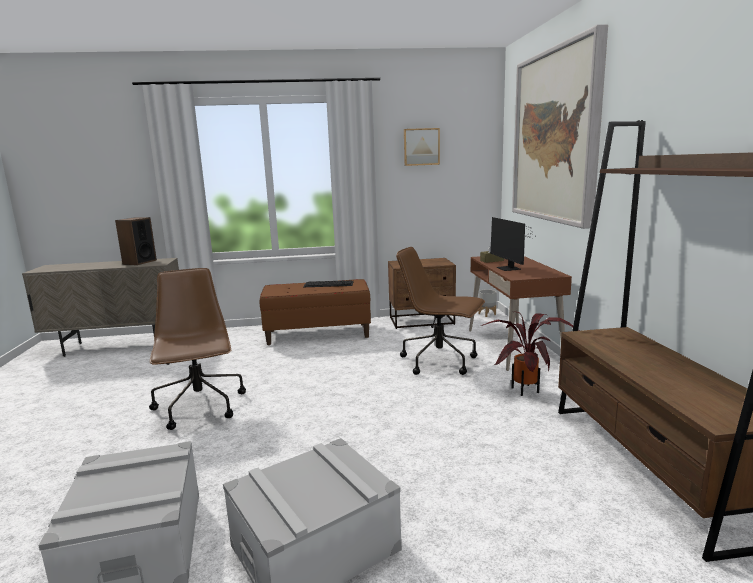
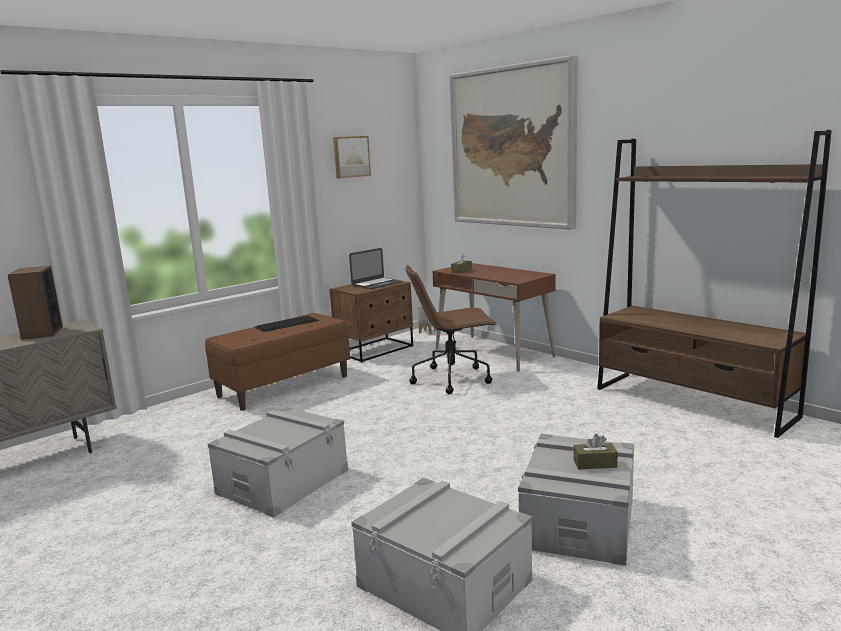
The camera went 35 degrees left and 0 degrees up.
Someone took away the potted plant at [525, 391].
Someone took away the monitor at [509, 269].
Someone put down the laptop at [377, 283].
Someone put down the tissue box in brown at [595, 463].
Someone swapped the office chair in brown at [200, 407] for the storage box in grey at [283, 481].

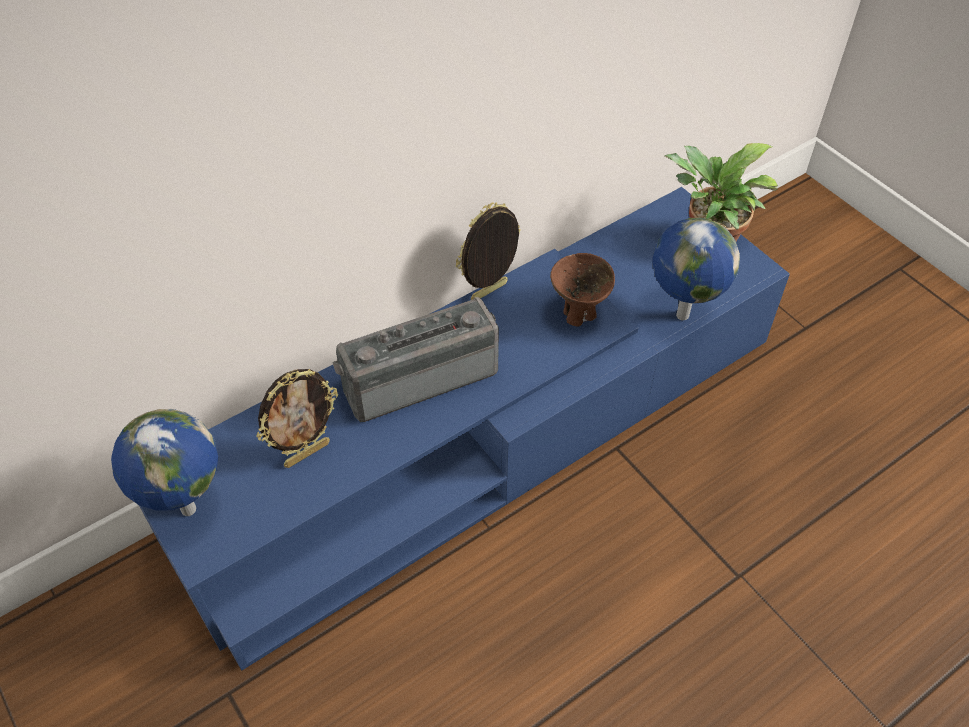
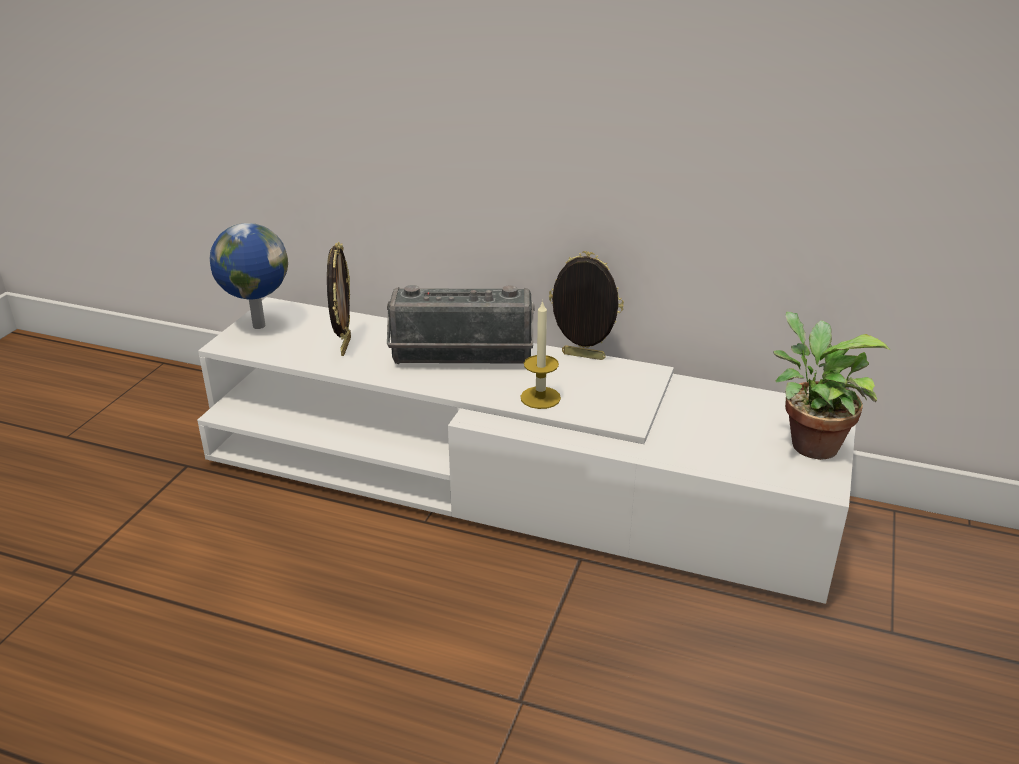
The camera went 55 degrees right and 20 degrees down.
Someone took away the bowl in brown at [579, 315].
Someone took away the globe at [680, 315].
Someone put down the candle at [540, 397].
Someone repainted the tv stand in blue at [484, 437], which became the tv stand in white at [509, 481].
Someone rotated the picture frame at [306, 453] by 105 degrees counterclockwise.
Someone rotated the radio at [418, 376] by 150 degrees clockwise.

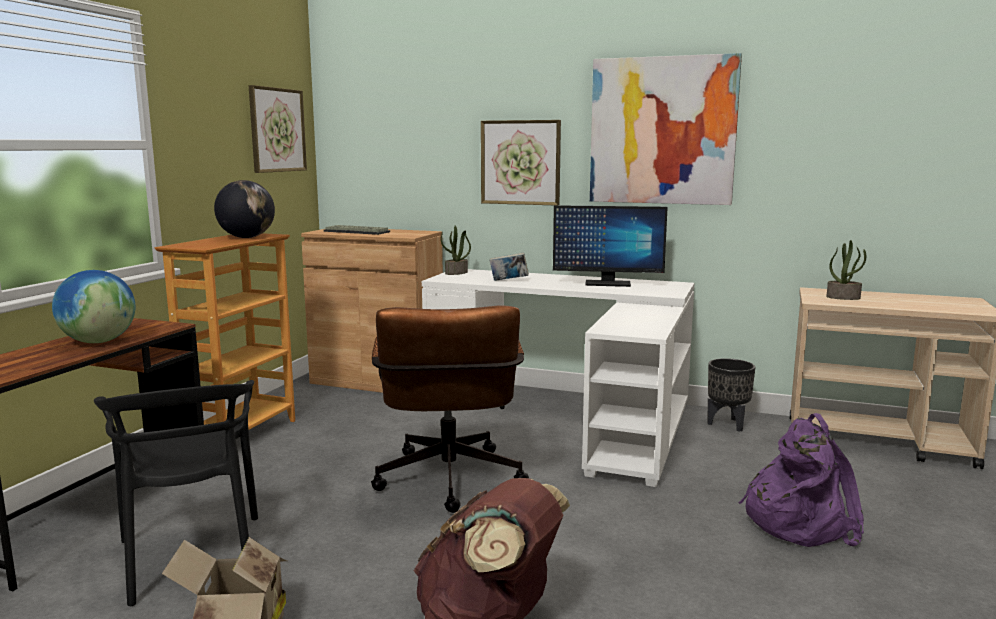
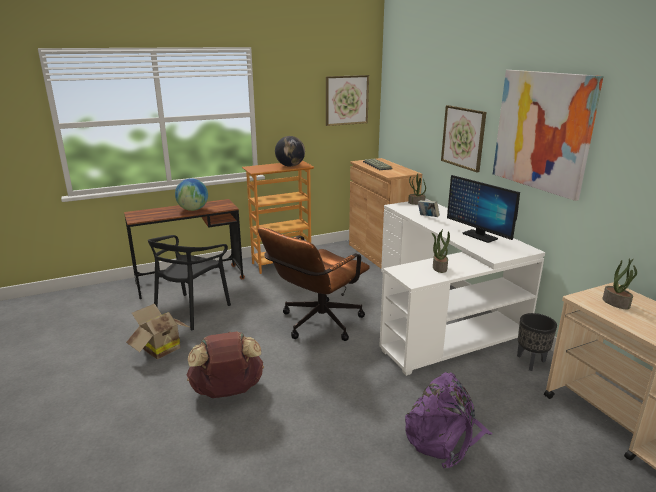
The camera went 45 degrees right and 10 degrees up.
Someone put down the potted plant at [439, 268].

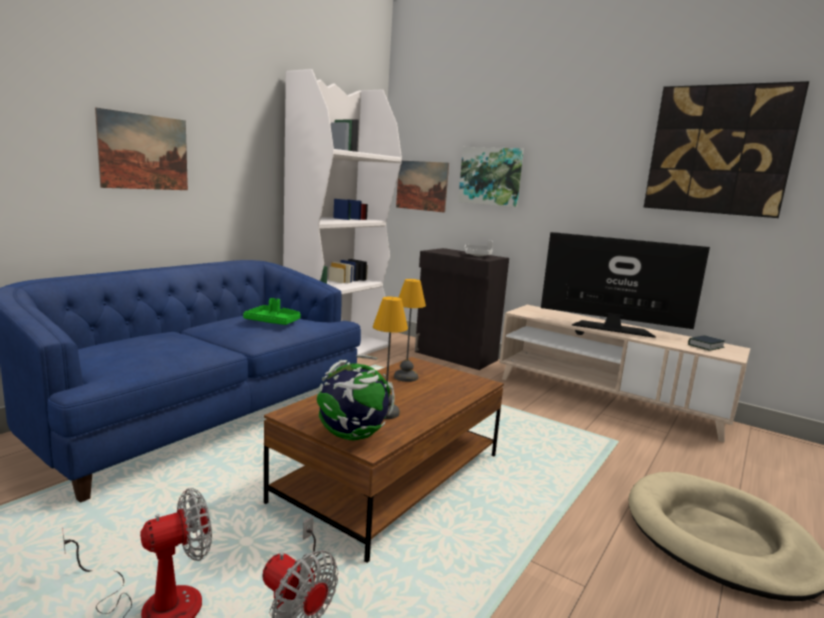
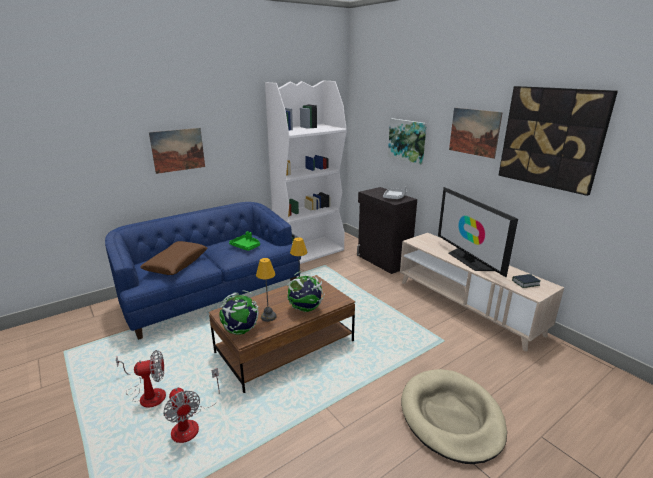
The camera went 20 degrees right and 10 degrees up.
Someone put down the pillow in brown at [176, 264].
Someone put down the globe at [305, 309].
Someone carried the picture from [422, 186] to [474, 132].
Someone rotated the television at [612, 328] by 150 degrees counterclockwise.

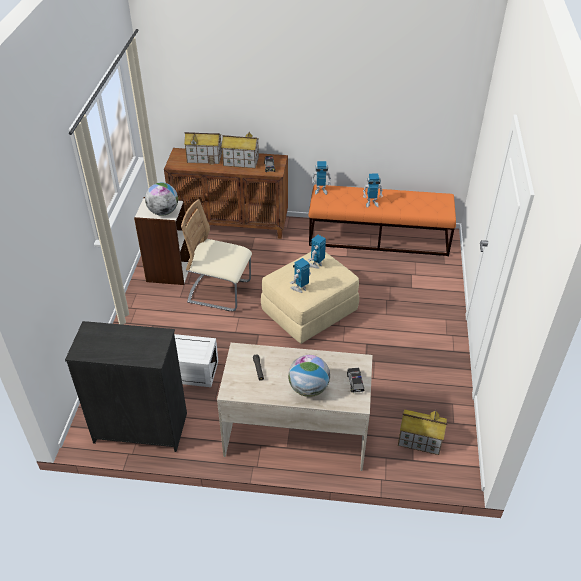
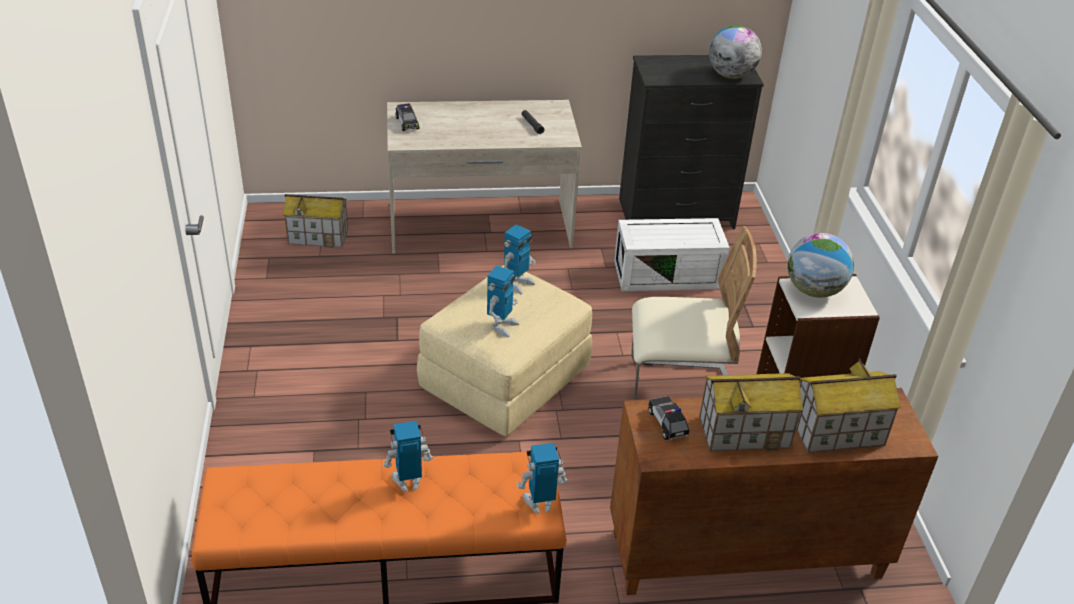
The camera went 165 degrees right and 5 degrees down.
Someone carried the globe from [308, 388] to [731, 75].

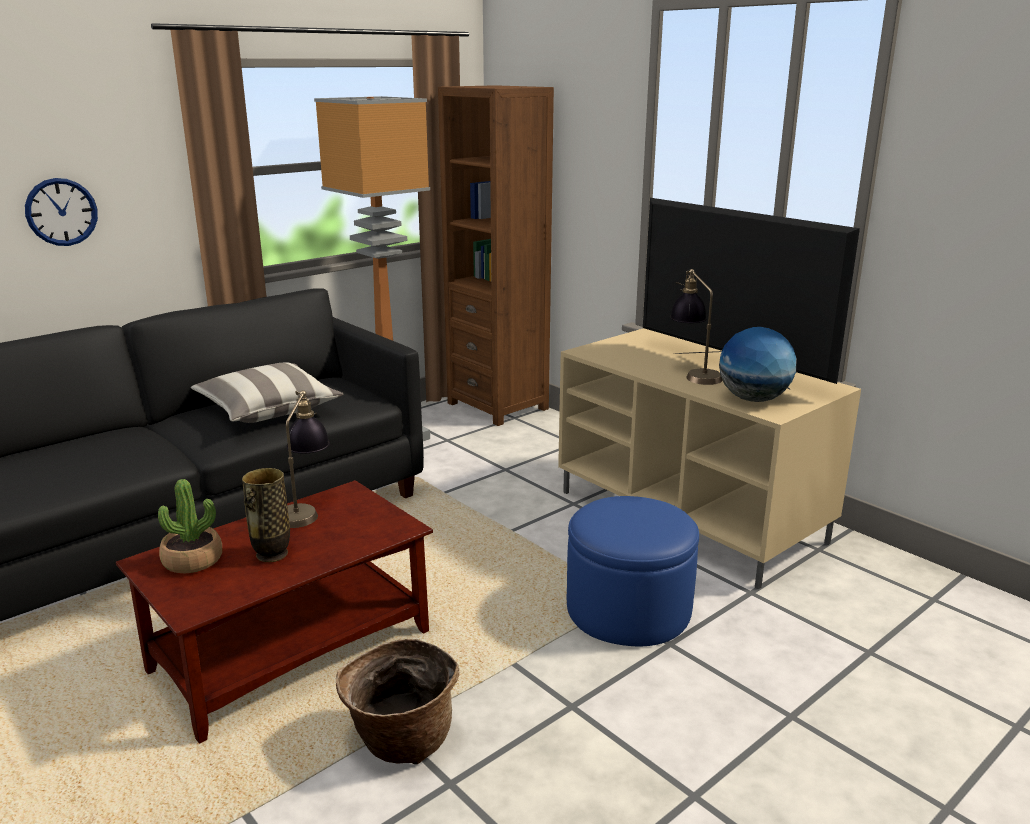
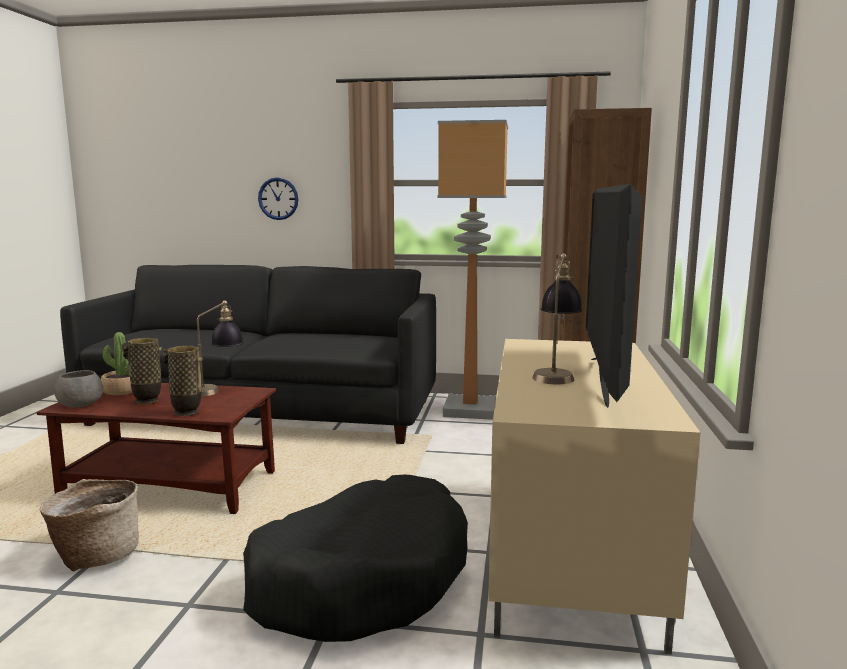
The camera went 50 degrees right and 10 degrees down.
Someone took away the pillow at [268, 410].
Someone took away the globe at [753, 399].
Someone put down the bowl in grey at [79, 404].
Someone put down the vase at [186, 412].
Someone swapped the ottoman in blue at [628, 609] for the dog bed in black at [361, 579].

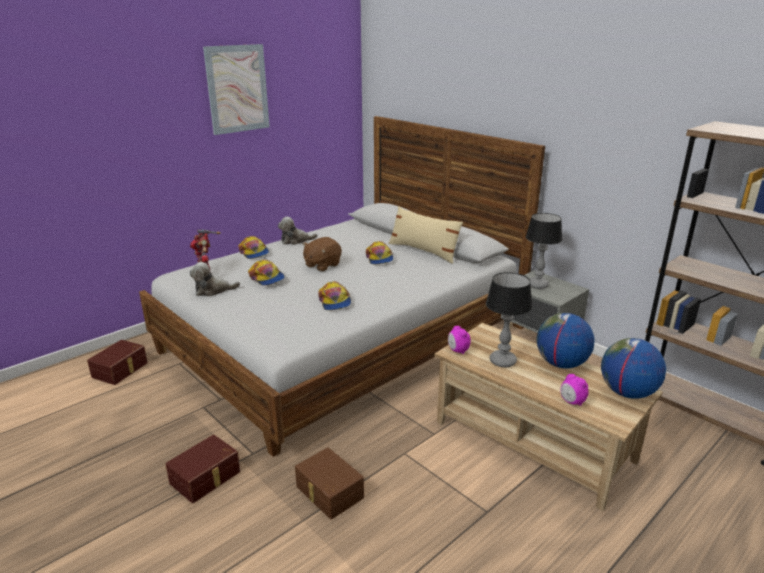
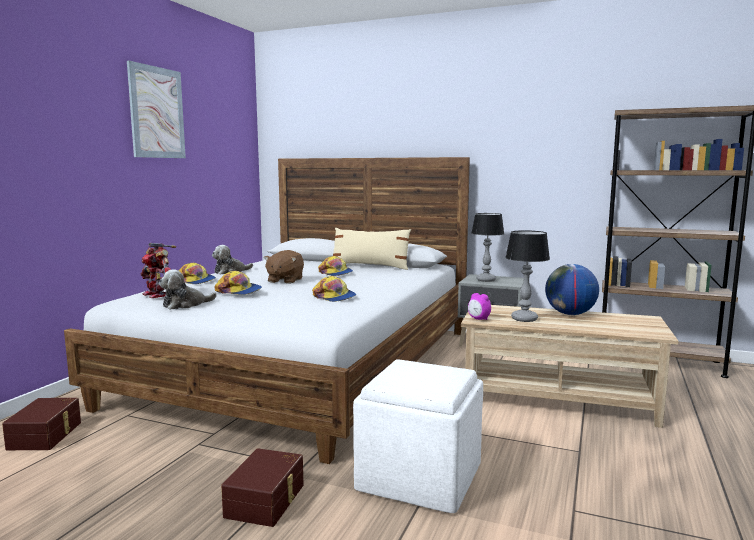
The camera went 25 degrees left and 15 degrees down.
Someone took away the alarm clock at [572, 402].
Someone took away the globe at [627, 393].
Someone swapped the storage box in brown at [328, 493] for the ottoman in white at [421, 476].

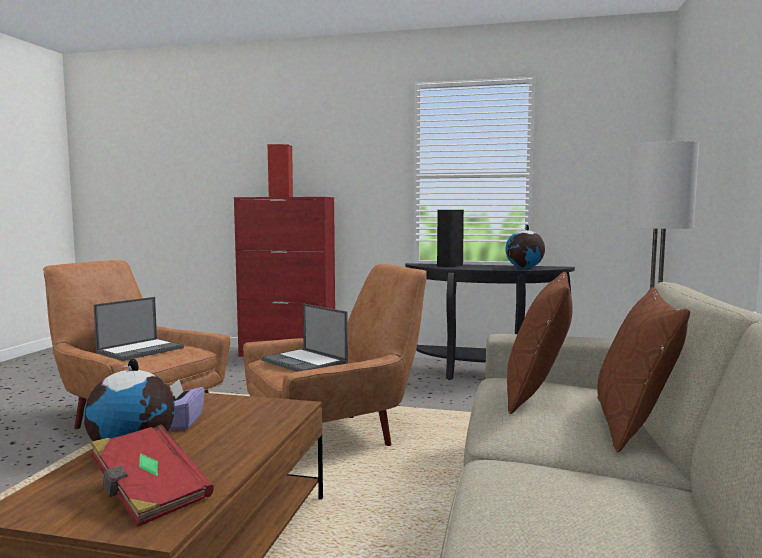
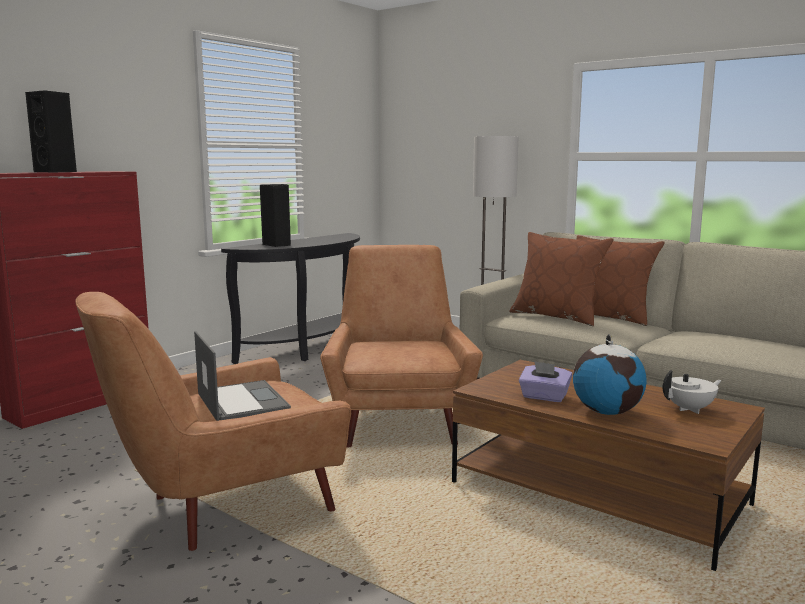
The camera went 65 degrees left and 5 degrees up.
Someone took away the laptop at [305, 362].
Someone took away the globe at [524, 268].
Someone swapped the book in red at [149, 495] for the teapot in white at [690, 409].
Someone repainted the speaker in red at [281, 196], which became the speaker in black at [56, 172].

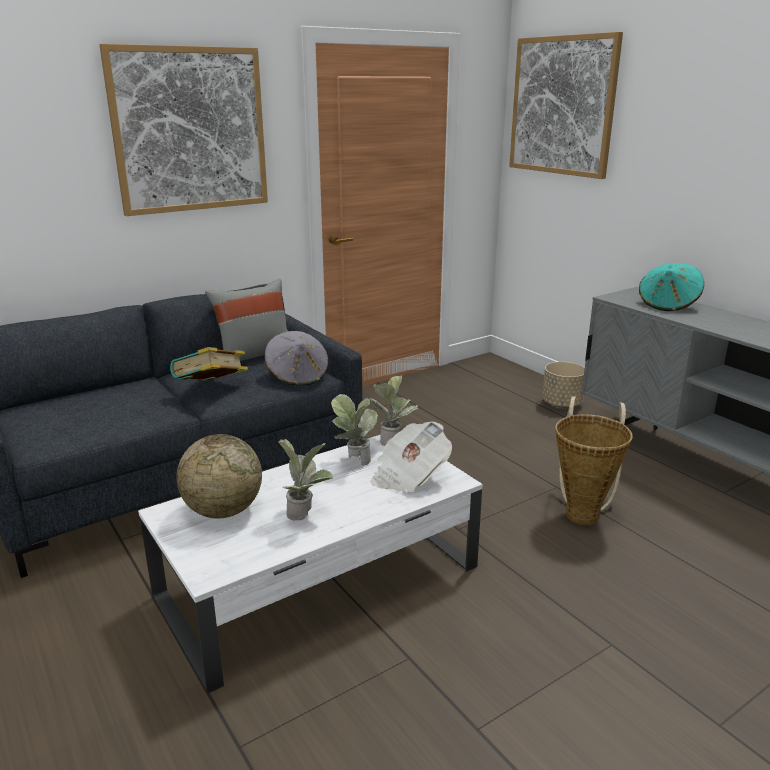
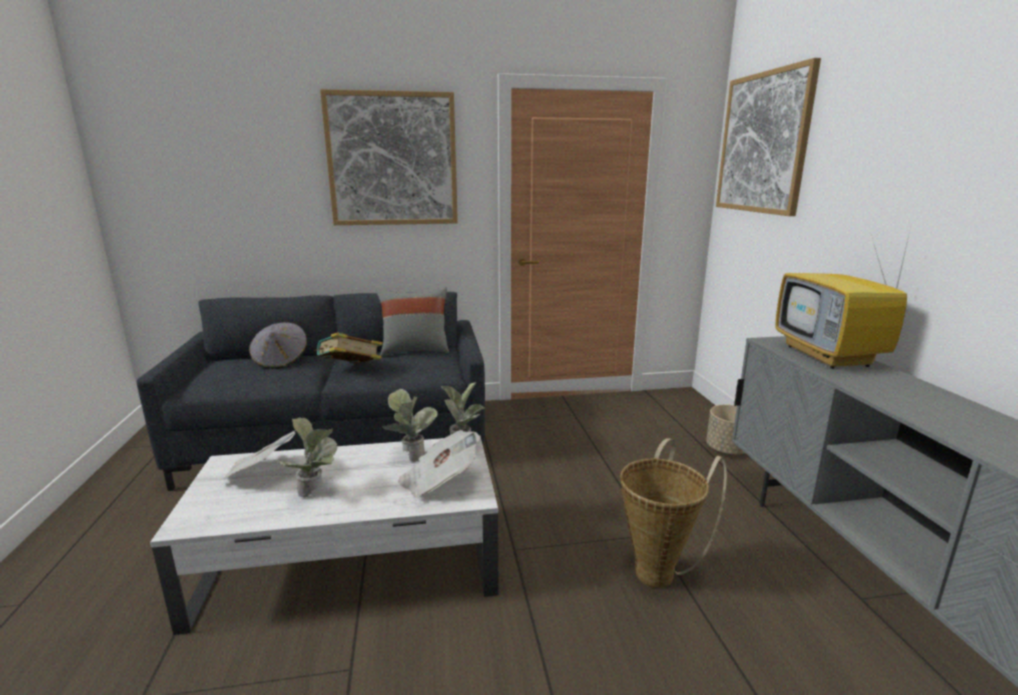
The camera went 25 degrees right and 5 degrees down.
Someone carried the hat in grey from [297, 376] to [281, 361].
Someone swapped the globe at [223, 511] for the newspaper at [261, 472].
Someone swapped the hat in turquoise at [668, 305] for the television at [830, 356].

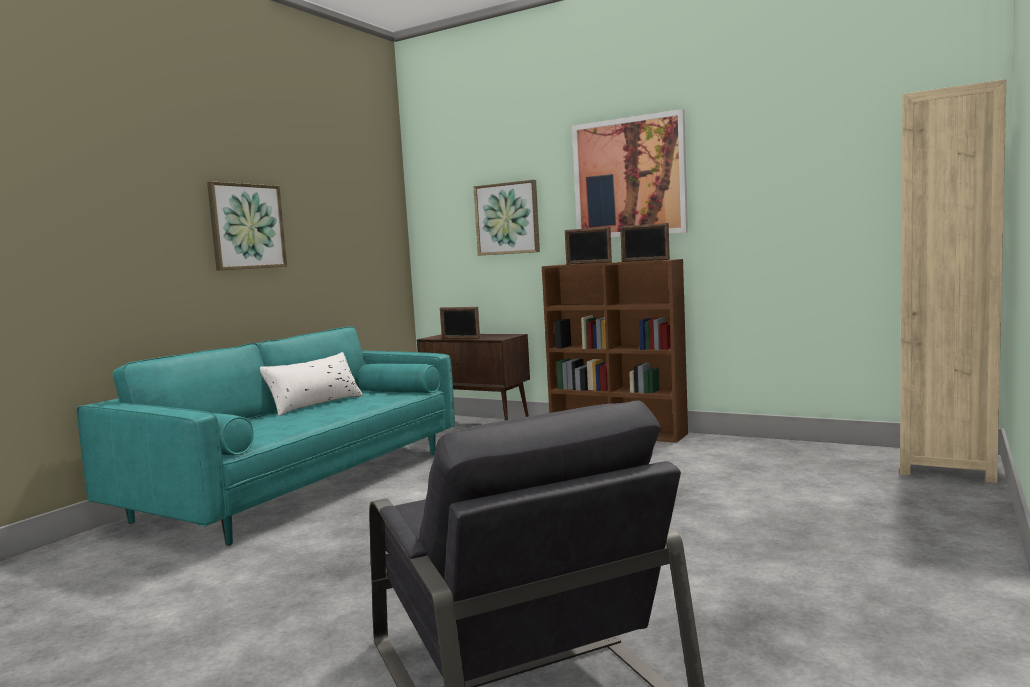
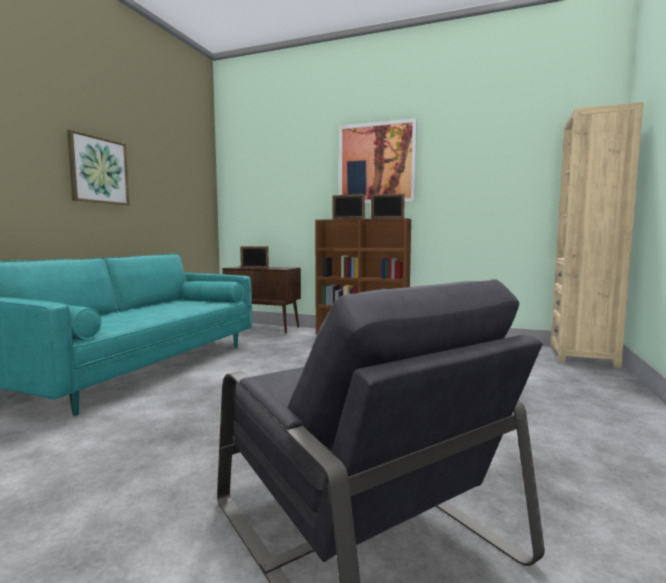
The camera went 10 degrees left and 0 degrees up.
Someone took away the pillow in white at [315, 404].
Someone took away the picture at [507, 218].

